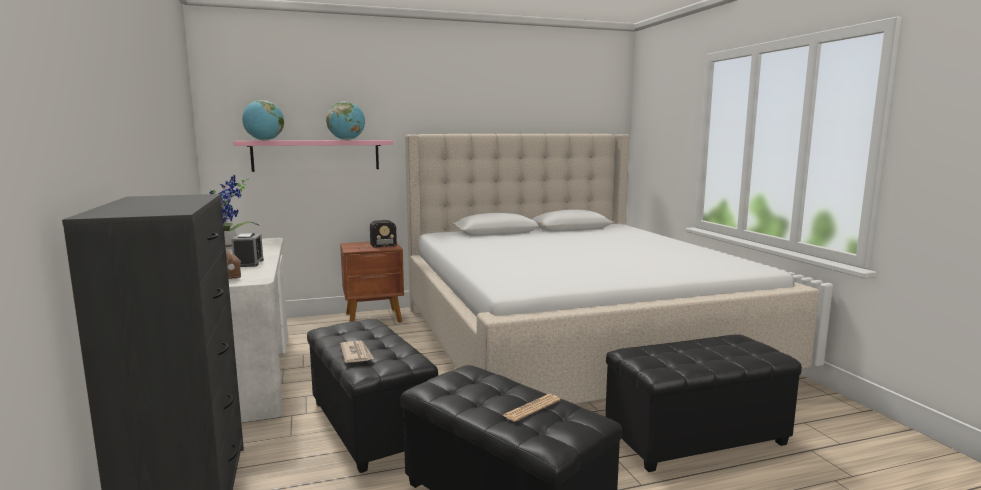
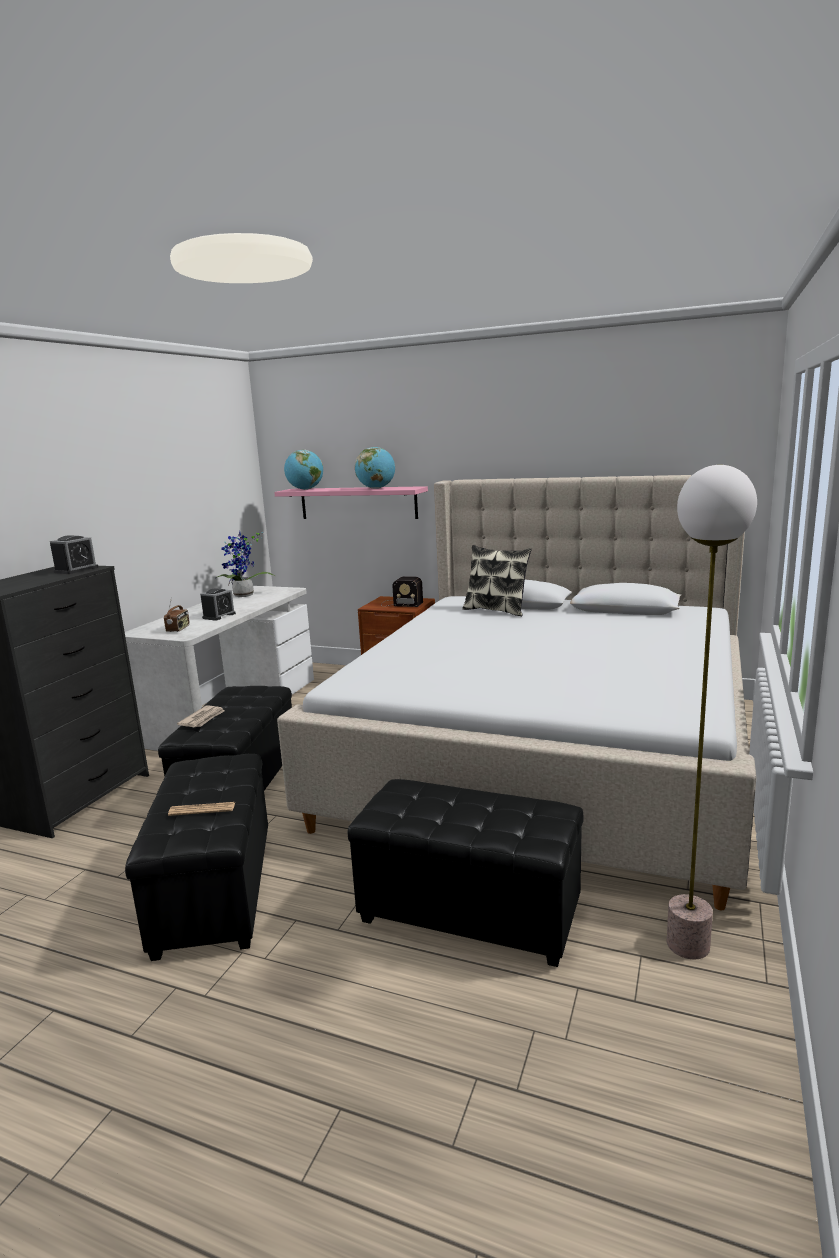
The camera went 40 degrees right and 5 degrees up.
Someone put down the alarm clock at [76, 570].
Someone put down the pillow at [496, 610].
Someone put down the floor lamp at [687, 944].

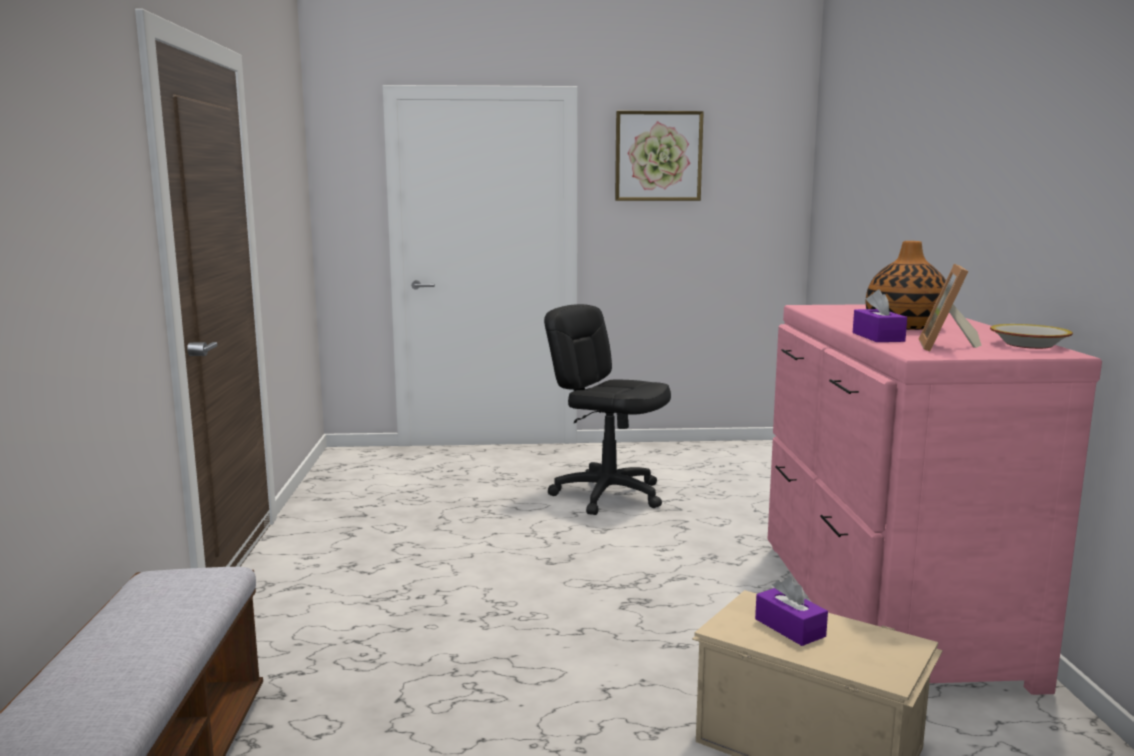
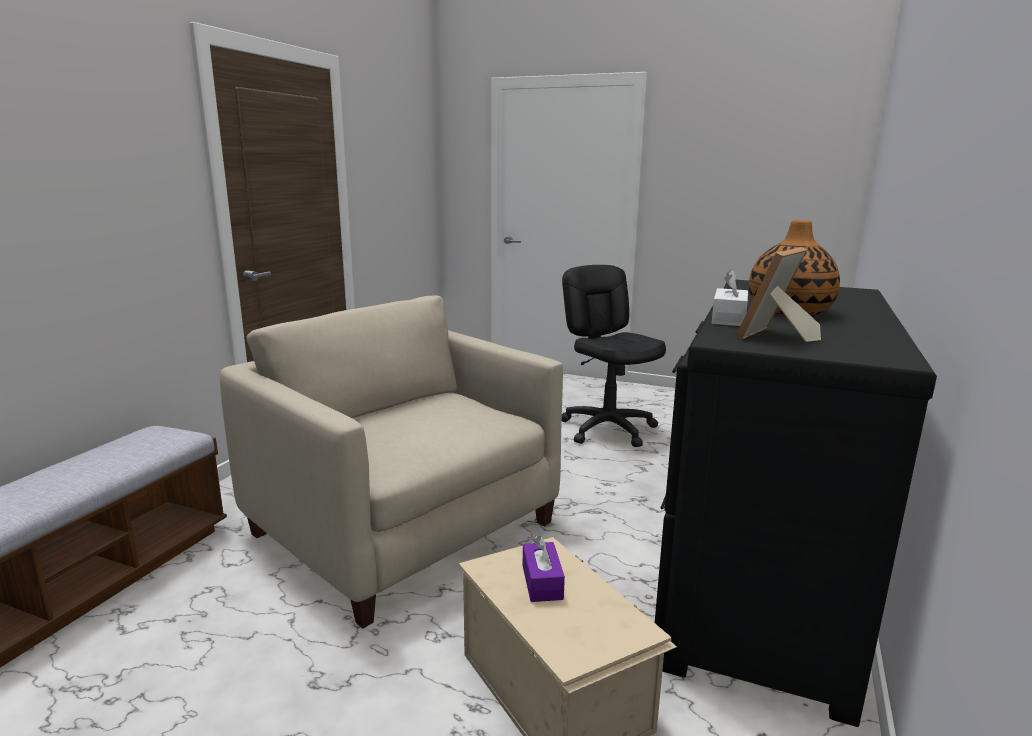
The camera went 25 degrees right and 5 degrees up.
Someone took away the picture at [658, 156].
Someone took away the bowl at [1029, 345].
Someone put down the armchair in beige at [405, 528].
Someone repainted the dresser in pink at [884, 609], which became the dresser in black at [755, 587].
Someone repainted the tissue box in purple at [878, 337], which became the tissue box in white at [728, 319].

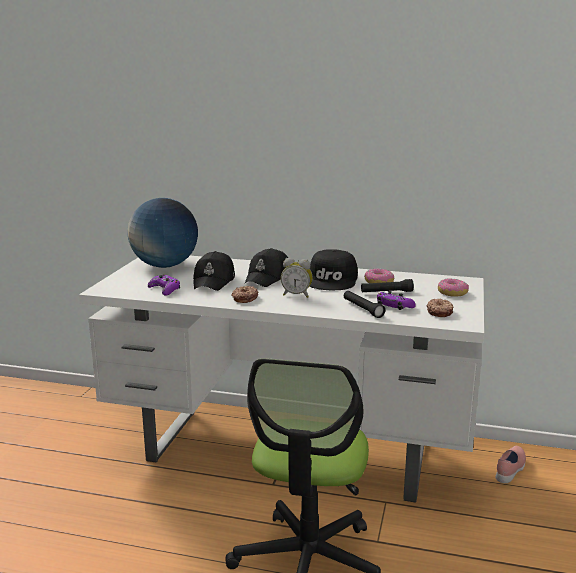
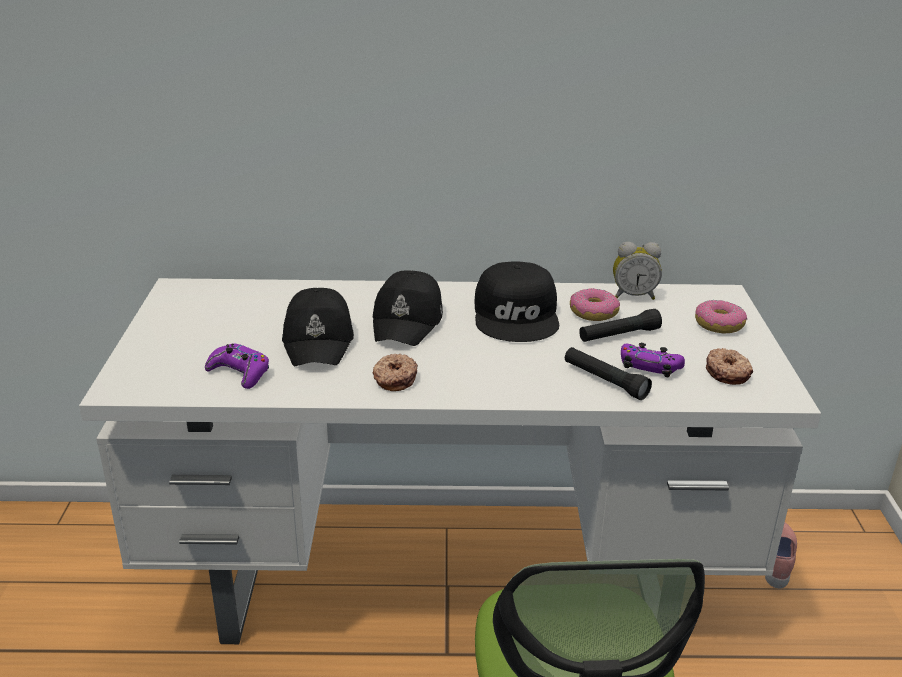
The camera went 15 degrees left and 10 degrees up.
Someone took away the globe at [165, 266].
Someone carried the alarm clock from [297, 295] to [633, 296].

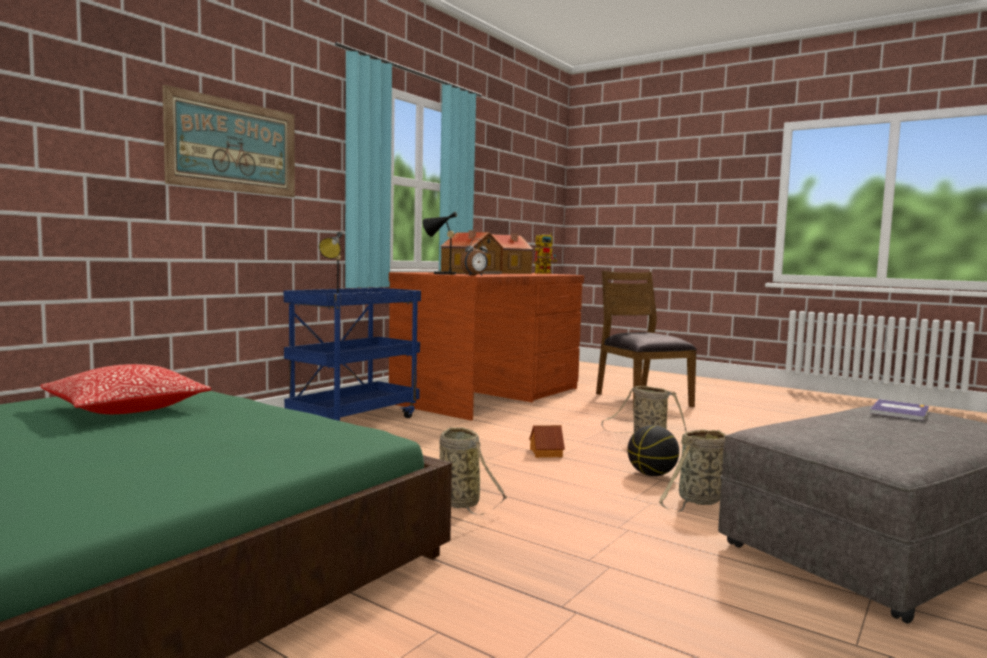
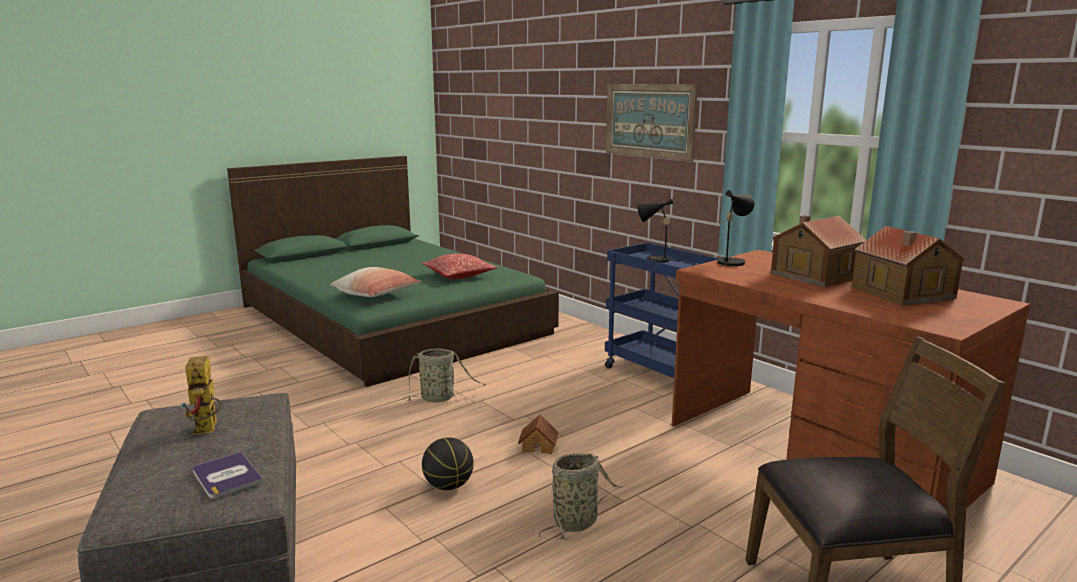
The camera went 105 degrees right and 10 degrees up.
Someone took away the alarm clock at [475, 275].
Someone took away the basket at [698, 501].
Someone put down the pillow at [377, 295].
Someone carried the toy robot from [545, 273] to [207, 430].

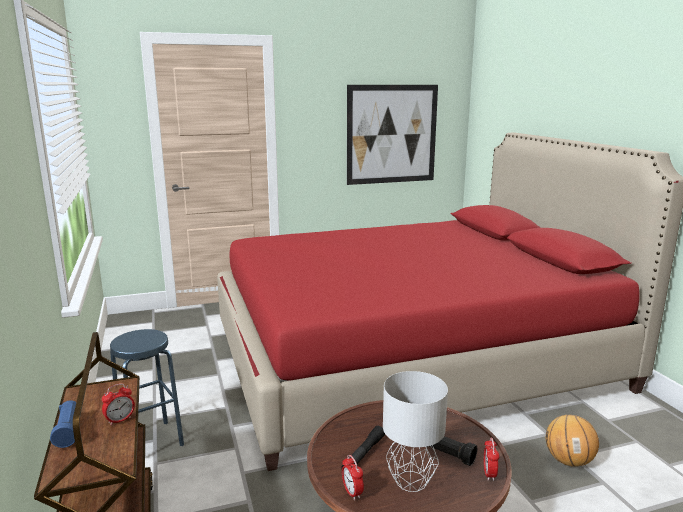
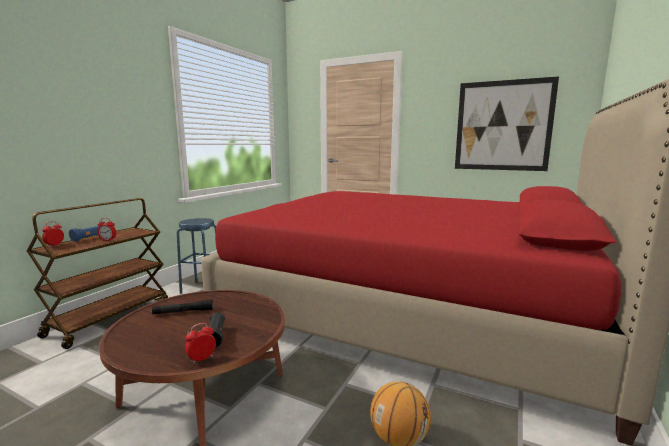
The camera went 45 degrees right and 5 degrees down.
Someone took away the table lamp in grey at [410, 481].
Someone carried the alarm clock from [352, 492] to [54, 245].

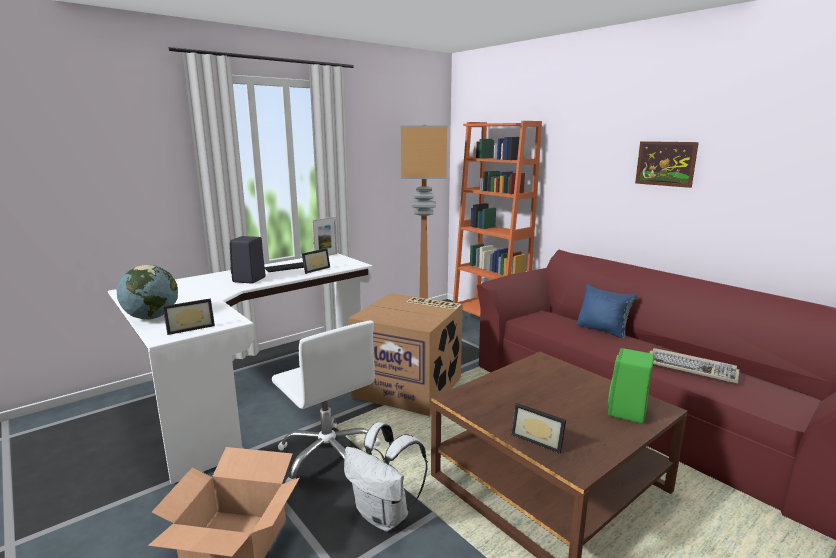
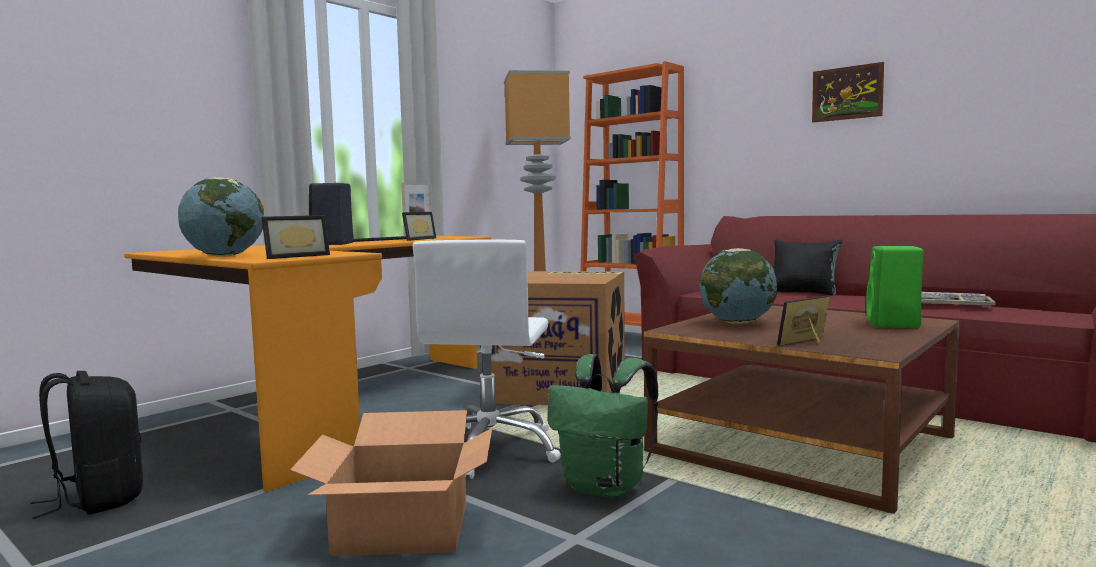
The camera went 10 degrees left and 10 degrees down.
Someone put down the backpack in black at [97, 499].
Someone put down the globe at [737, 323].
Someone repainted the desk in white at [250, 389], which became the desk in orange at [332, 407].
Someone repainted the backpack in white at [385, 515], which became the backpack in green at [606, 488].
Someone repainted the pillow in blue at [602, 330], which became the pillow in black at [804, 293].
Someone rotated the office chair in white at [328, 456] by 60 degrees clockwise.
Someone rotated the picture frame at [538, 439] by 120 degrees clockwise.

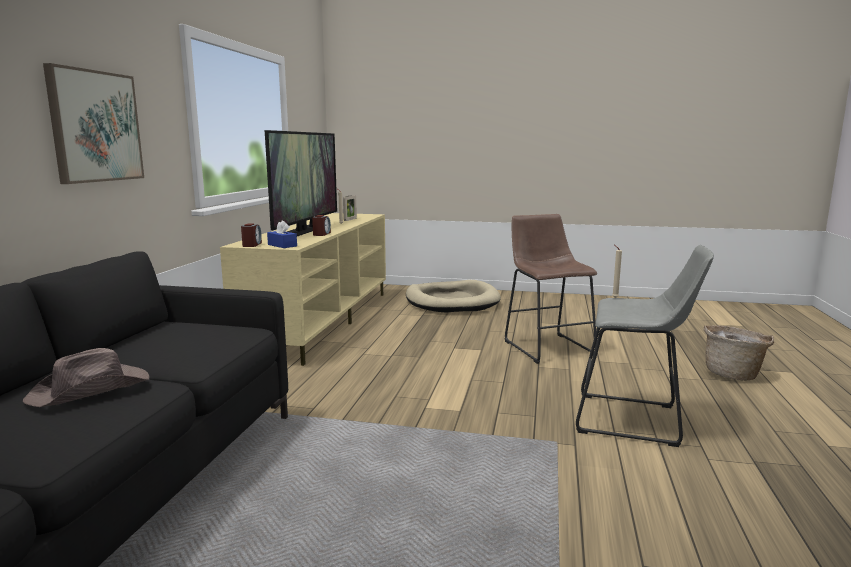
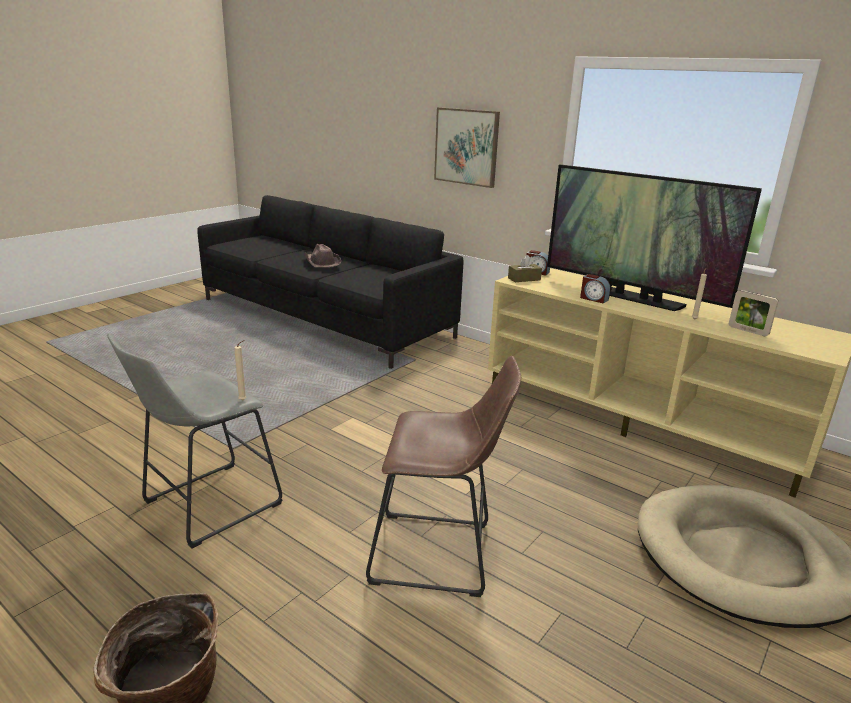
The camera went 115 degrees right and 10 degrees up.
Someone repainted the tissue box in blue at [282, 245], which became the tissue box in brown at [524, 279].

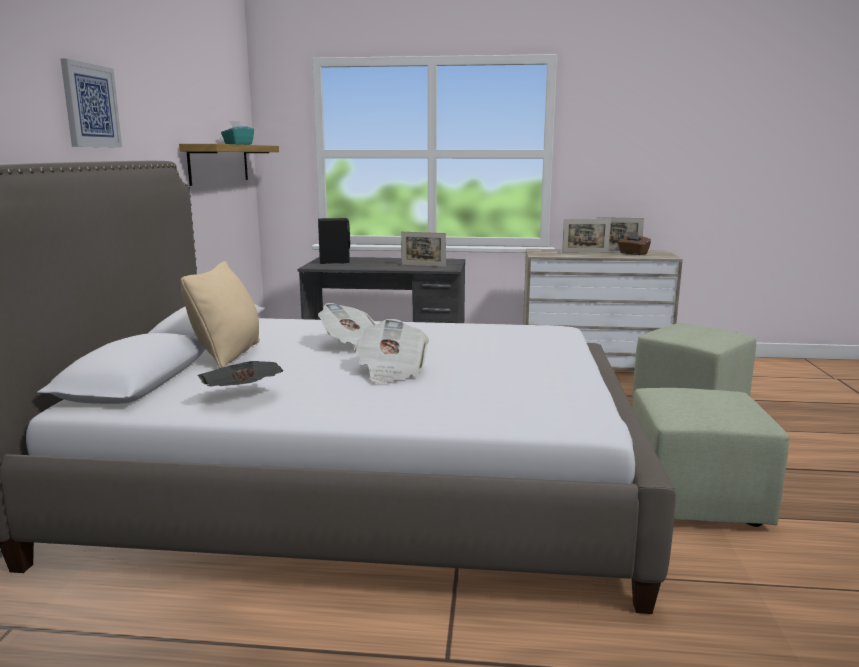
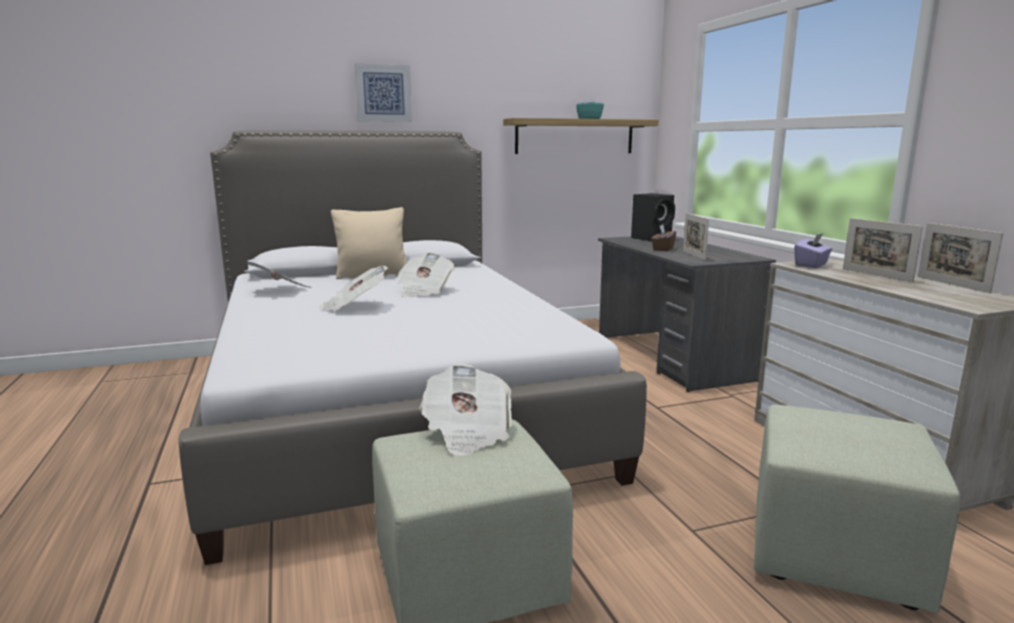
The camera went 65 degrees right and 0 degrees up.
Someone put down the newspaper at [467, 432].
Someone put down the tissue box in purple at [811, 265].
Someone carried the tissue box in brown from [633, 253] to [662, 249].

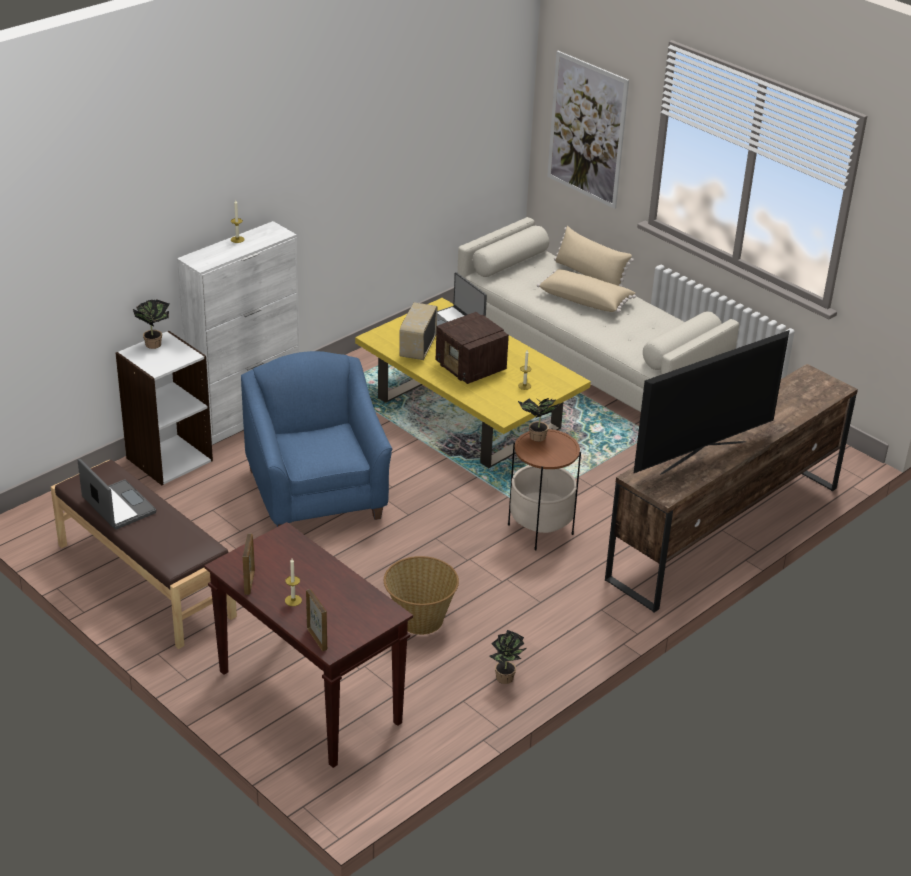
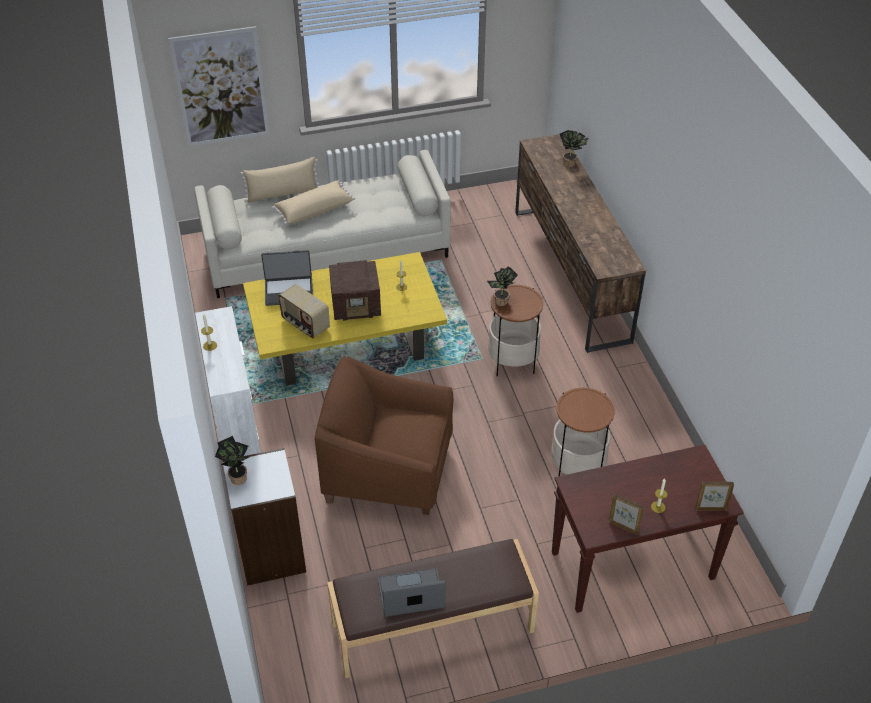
The camera went 60 degrees left and 10 degrees up.
Someone took away the television at [702, 457].
Someone carried the potted plant from [506, 679] to [571, 163].
Someone swapped the basket at [420, 620] for the side table at [577, 468].
Someone repainted the armchair in blue at [317, 494], which became the armchair in brown at [388, 471].

